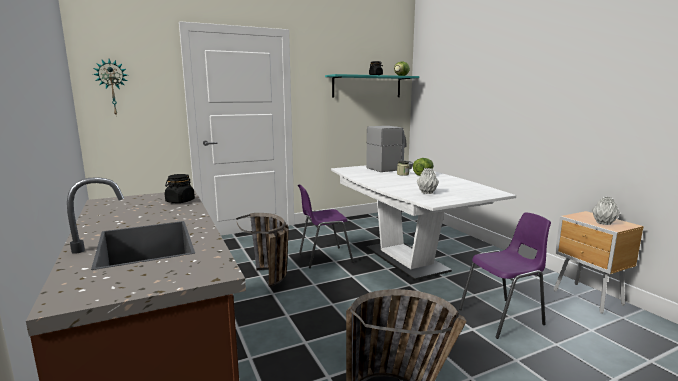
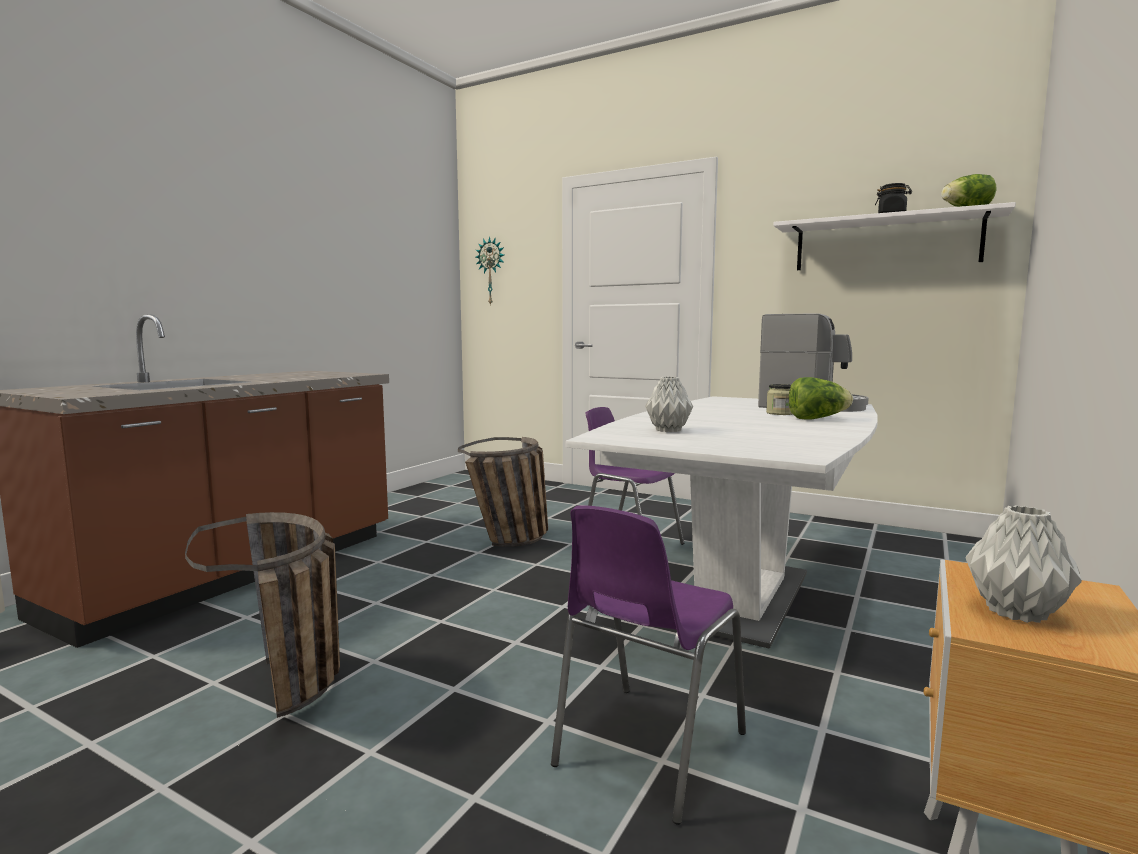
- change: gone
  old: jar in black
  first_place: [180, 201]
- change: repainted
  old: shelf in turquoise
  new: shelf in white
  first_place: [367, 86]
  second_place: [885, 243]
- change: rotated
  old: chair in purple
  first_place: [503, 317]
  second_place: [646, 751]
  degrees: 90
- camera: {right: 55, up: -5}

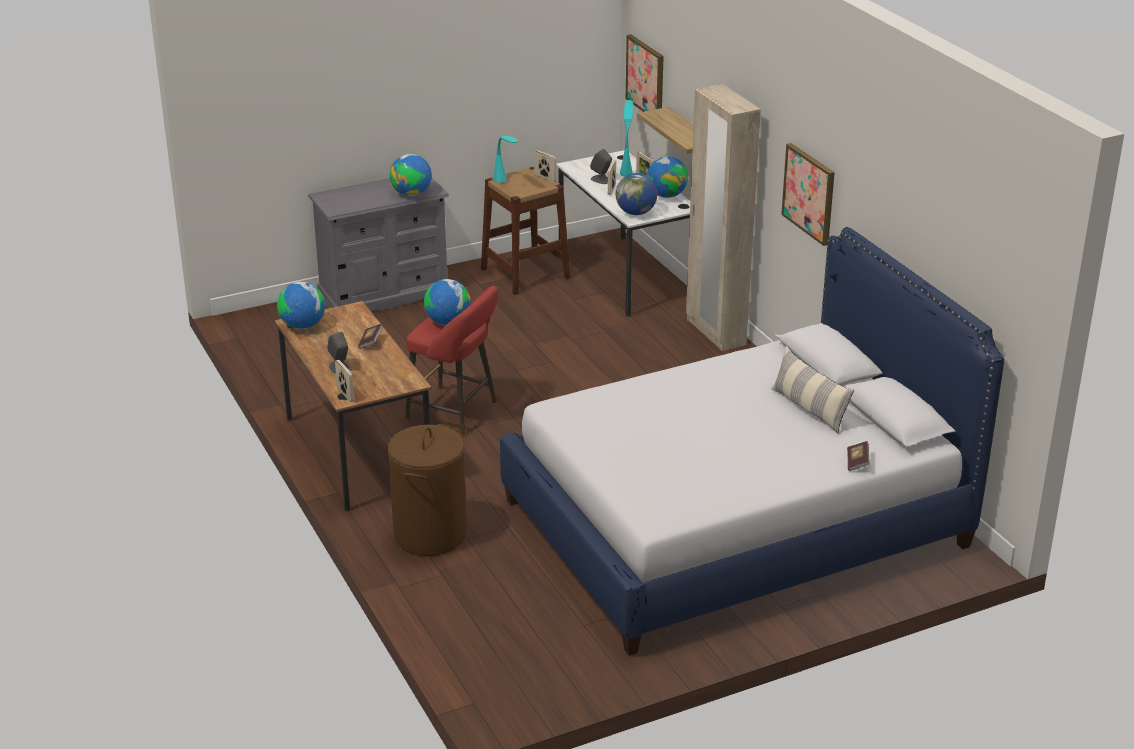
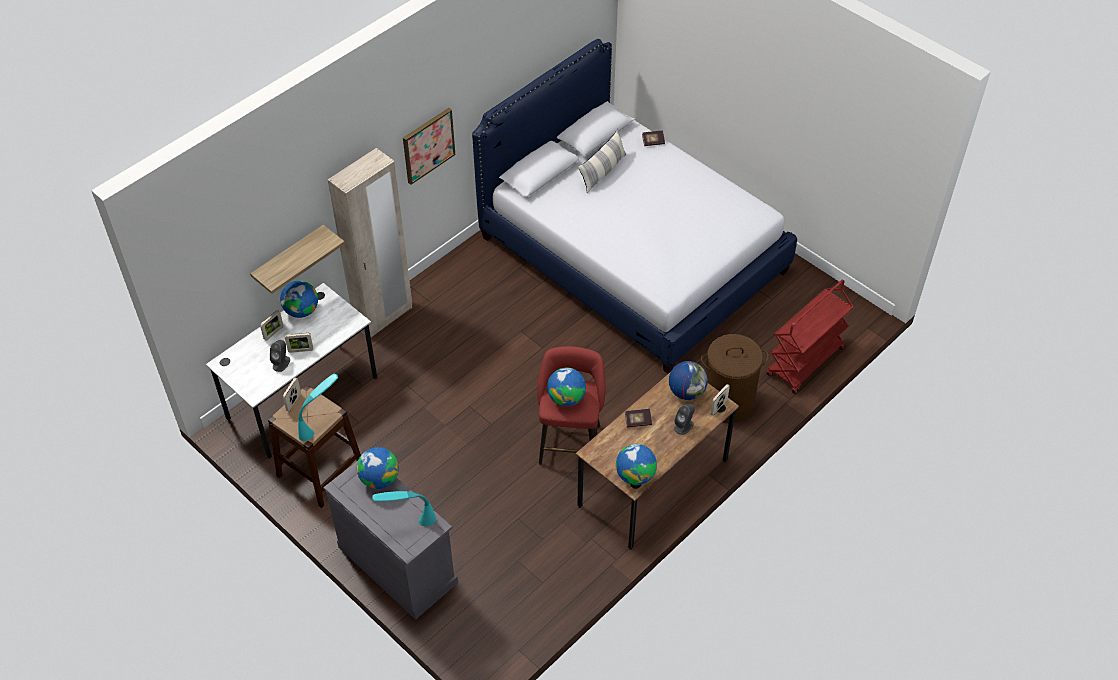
- change: shifted
  old: globe
  first_place: [636, 213]
  second_place: [686, 392]
- change: shifted
  old: table lamp in turquoise
  first_place: [627, 165]
  second_place: [407, 525]
- change: gone
  old: picture
  first_place: [646, 77]
- change: new
  new: cart in red
  second_place: [805, 362]
- camera: {right: -110, up: 20}

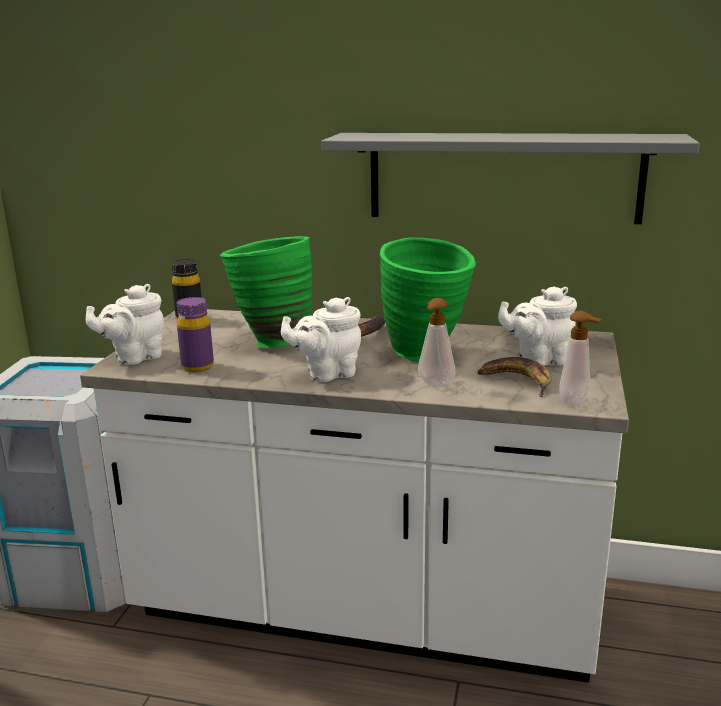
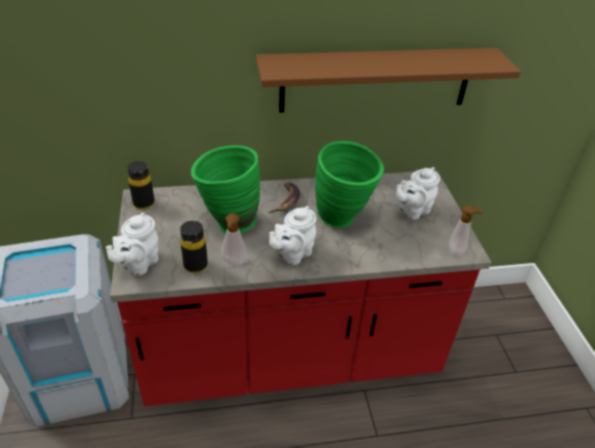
- change: repainted
  old: counter in white
  new: counter in red
  first_place: [365, 610]
  second_place: [290, 356]
- change: repainted
  old: bottle in purple
  new: bottle in black
  first_place: [197, 366]
  second_place: [195, 266]
- change: repainted
  old: shelf in grey
  new: shelf in brown
  first_place: [503, 177]
  second_place: [376, 80]
- change: shifted
  old: soap dispenser
  first_place: [434, 385]
  second_place: [233, 263]
- change: gone
  old: banana
  first_place: [517, 381]
- camera: {right: -25, up: 20}

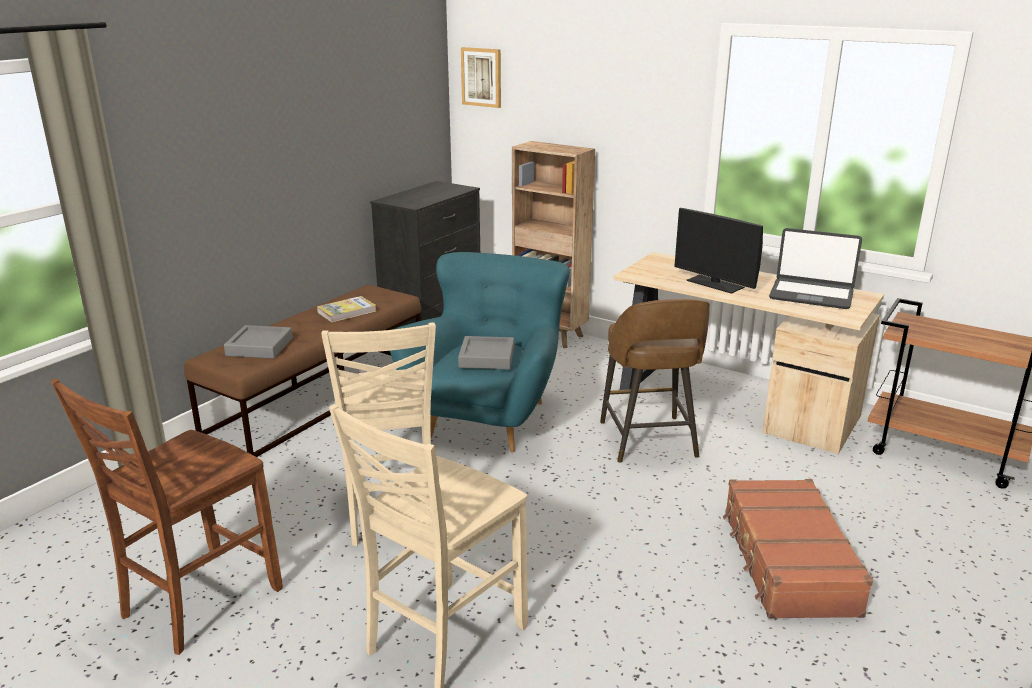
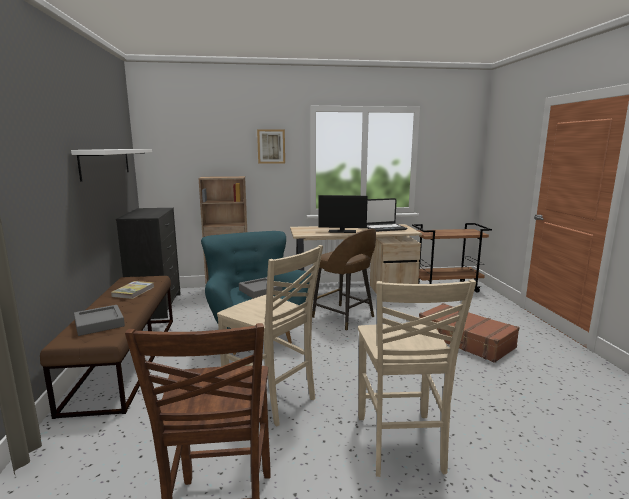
- change: shifted
  old: picture
  first_place: [482, 77]
  second_place: [271, 146]
- change: new
  new: shelf in white
  second_place: [106, 162]
- camera: {right: -40, up: -10}

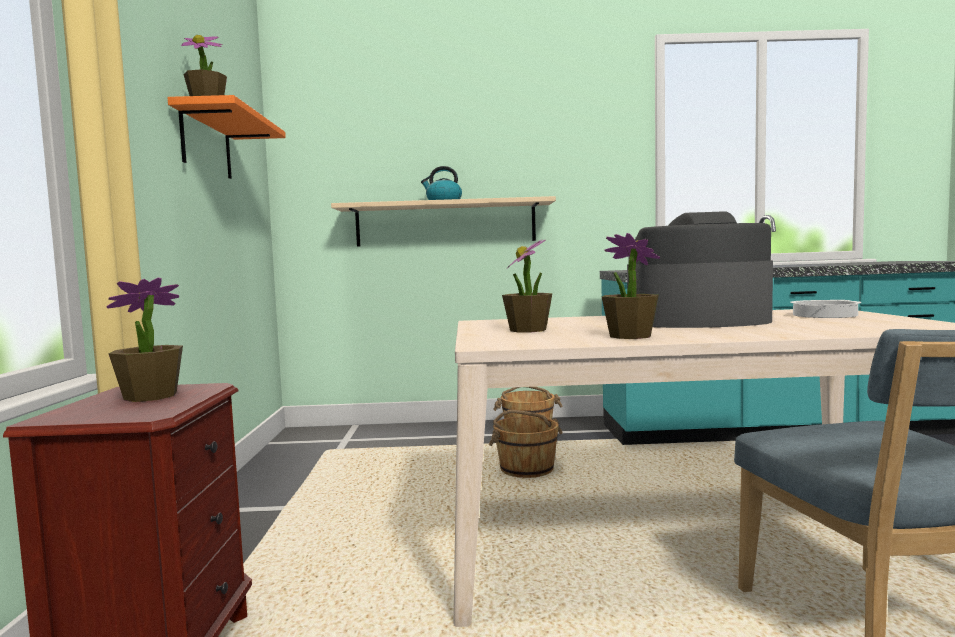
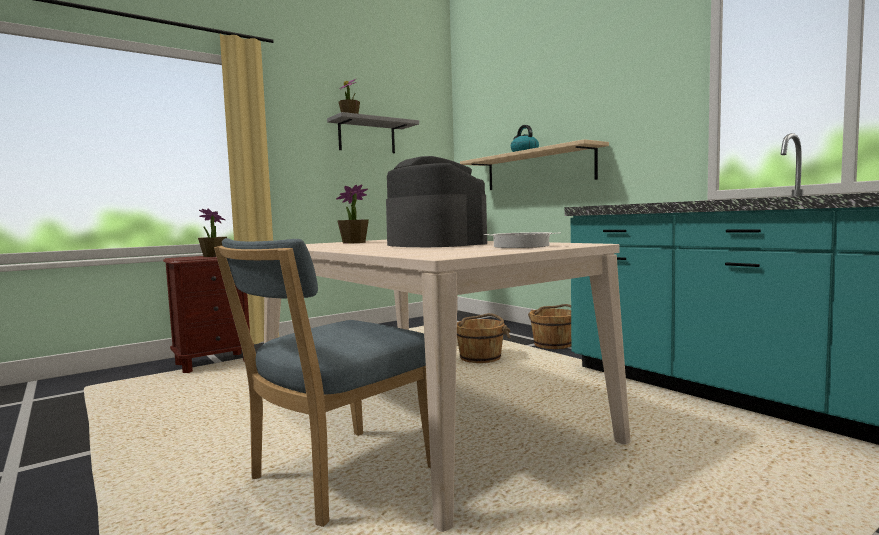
- change: repainted
  old: shelf in orange
  new: shelf in grey
  first_place: [206, 144]
  second_place: [367, 137]
- change: gone
  old: potted plant
  first_place: [630, 336]
- camera: {right: 55, up: 0}

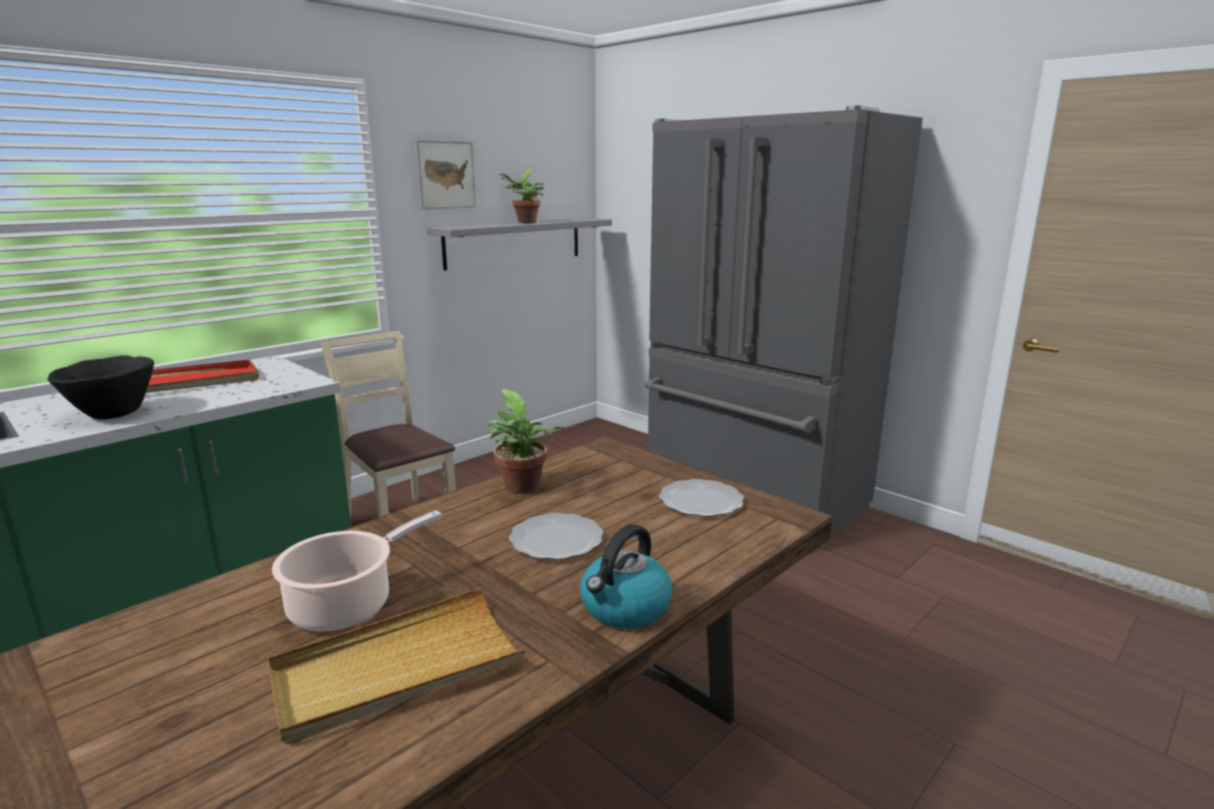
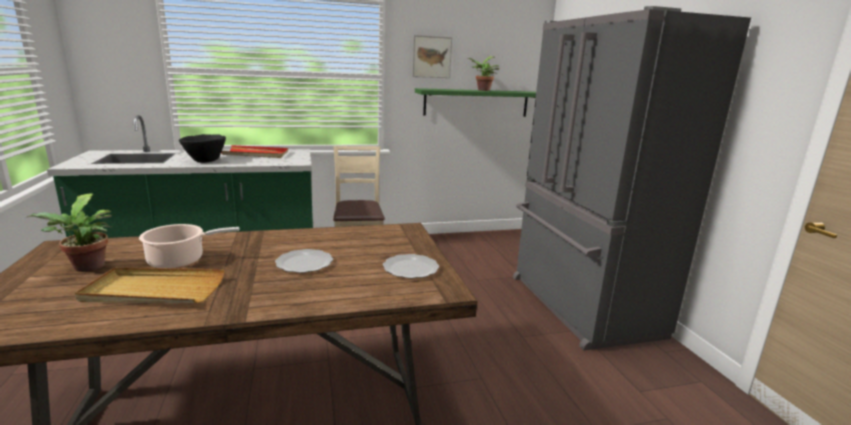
- change: repainted
  old: shelf in grey
  new: shelf in green
  first_place: [514, 242]
  second_place: [476, 103]
- change: shifted
  old: potted plant
  first_place: [523, 488]
  second_place: [86, 268]
- change: gone
  old: kettle
  first_place: [625, 608]
- camera: {right: 30, up: 0}

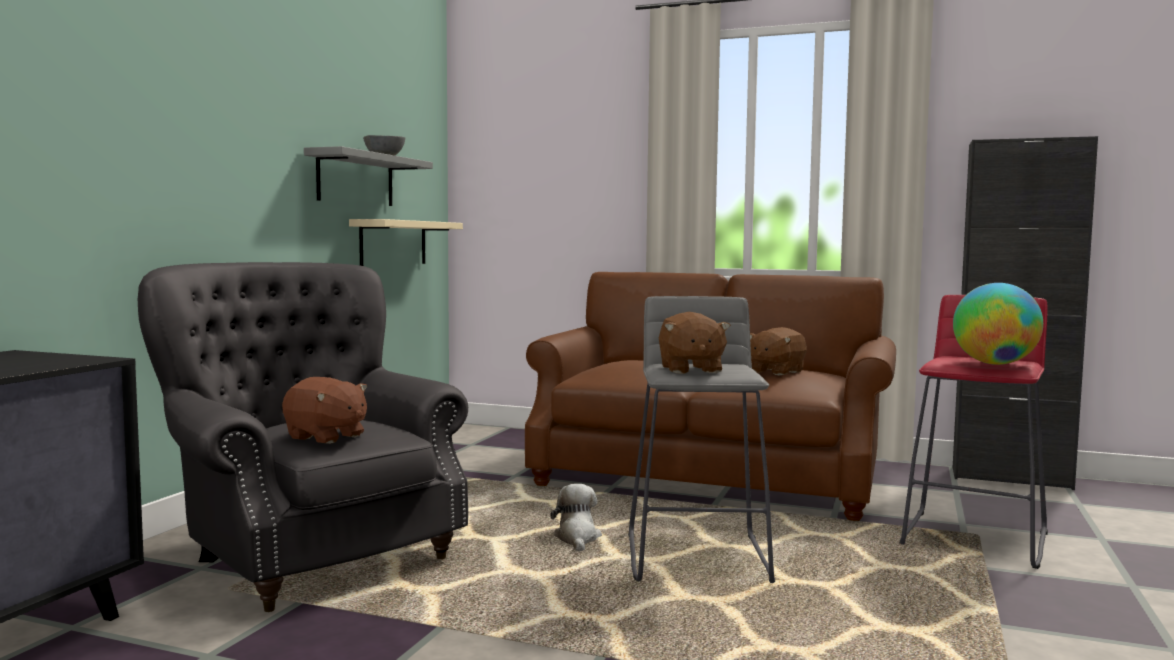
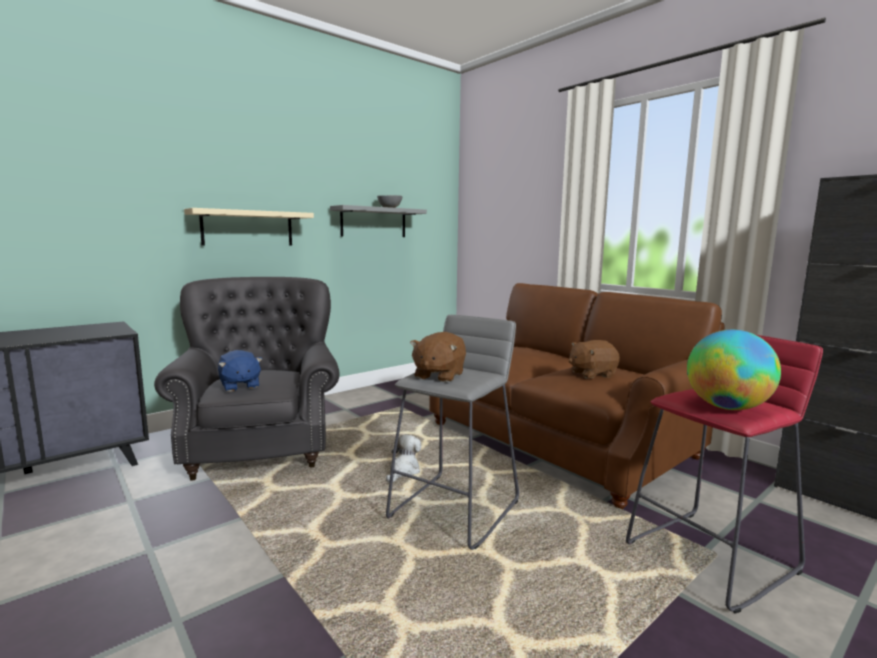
- change: repainted
  old: plush toy in brown
  new: plush toy in blue
  first_place: [326, 437]
  second_place: [239, 386]
- change: shifted
  old: shelf in beige
  first_place: [393, 243]
  second_place: [248, 228]
- camera: {right: 30, up: 5}

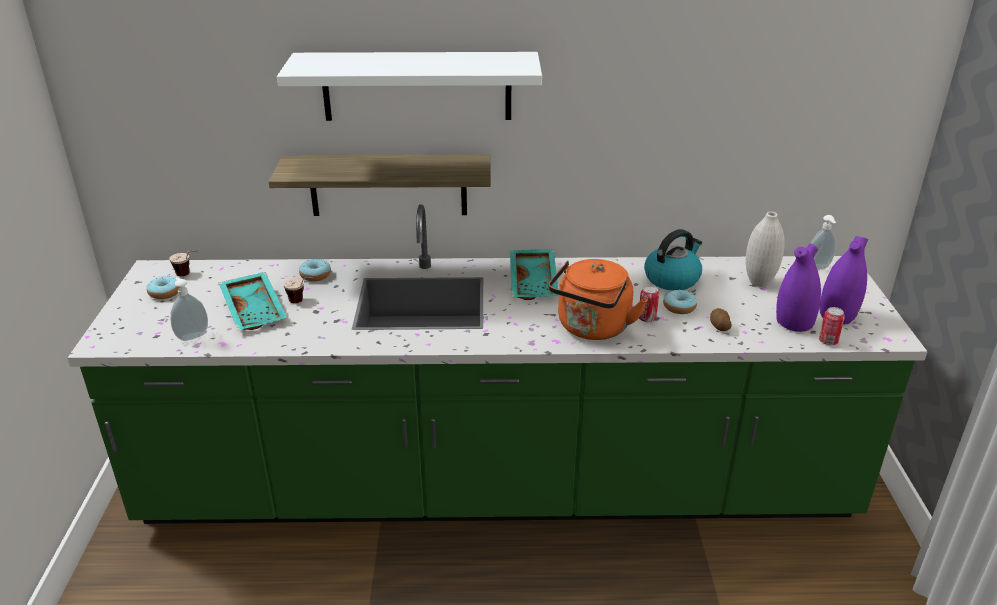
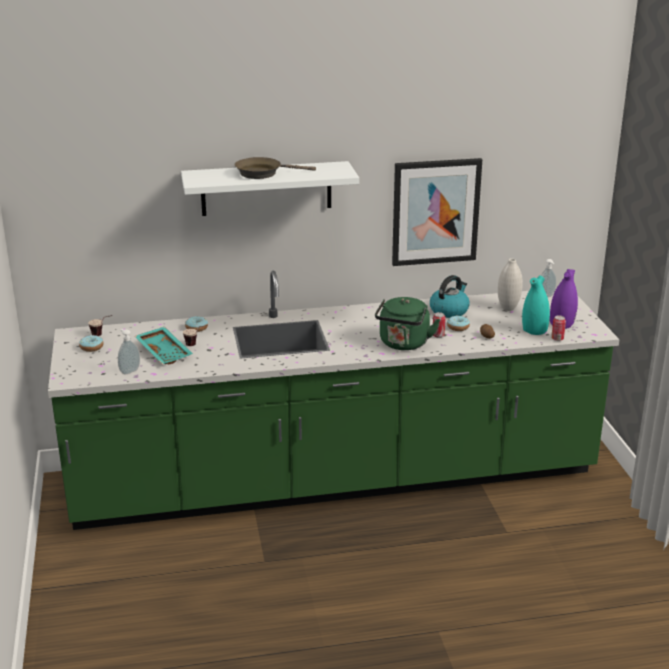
- change: gone
  old: shelf
  first_place: [388, 185]
- change: gone
  old: tray in turquoise
  first_place: [535, 282]
- change: repainted
  old: kettle in orange
  new: kettle in green
  first_place: [592, 329]
  second_place: [403, 344]
- change: repainted
  old: vase in purple
  new: vase in turquoise
  first_place: [793, 323]
  second_place: [534, 330]
- change: new
  new: frying pan in brown
  second_place: [262, 173]
- change: new
  new: picture
  second_place: [435, 212]
- camera: {right: -10, up: -5}

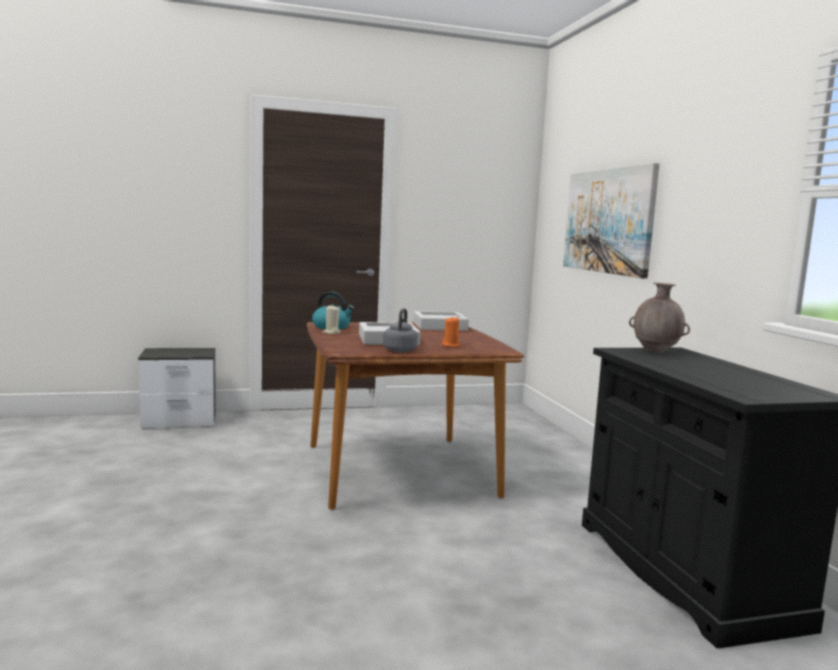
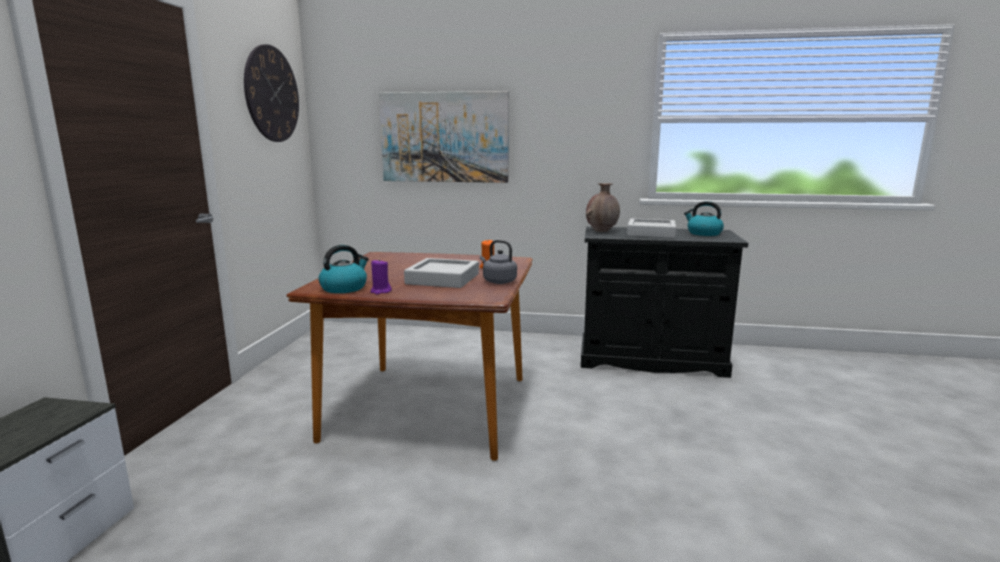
- change: repainted
  old: candle in beige
  new: candle in purple
  first_place: [331, 332]
  second_place: [380, 291]
- change: shifted
  old: tray in grey
  first_place: [439, 326]
  second_place: [651, 233]
- change: new
  new: wall clock
  second_place: [272, 94]
- change: new
  new: kettle
  second_place: [703, 233]
- camera: {right: -65, up: 5}

